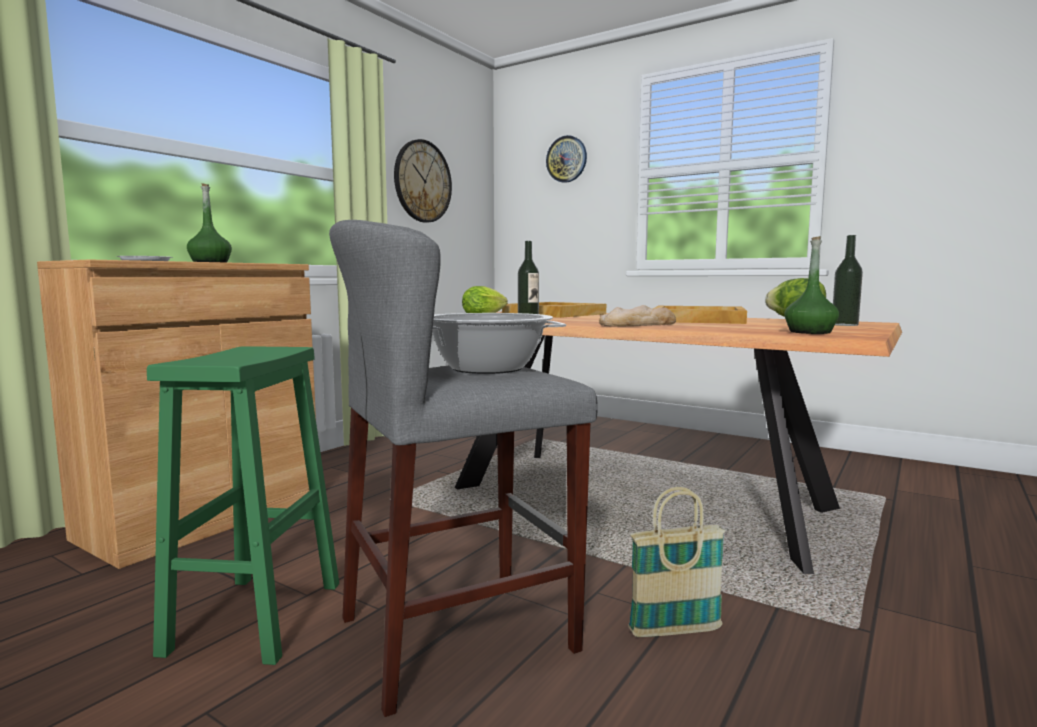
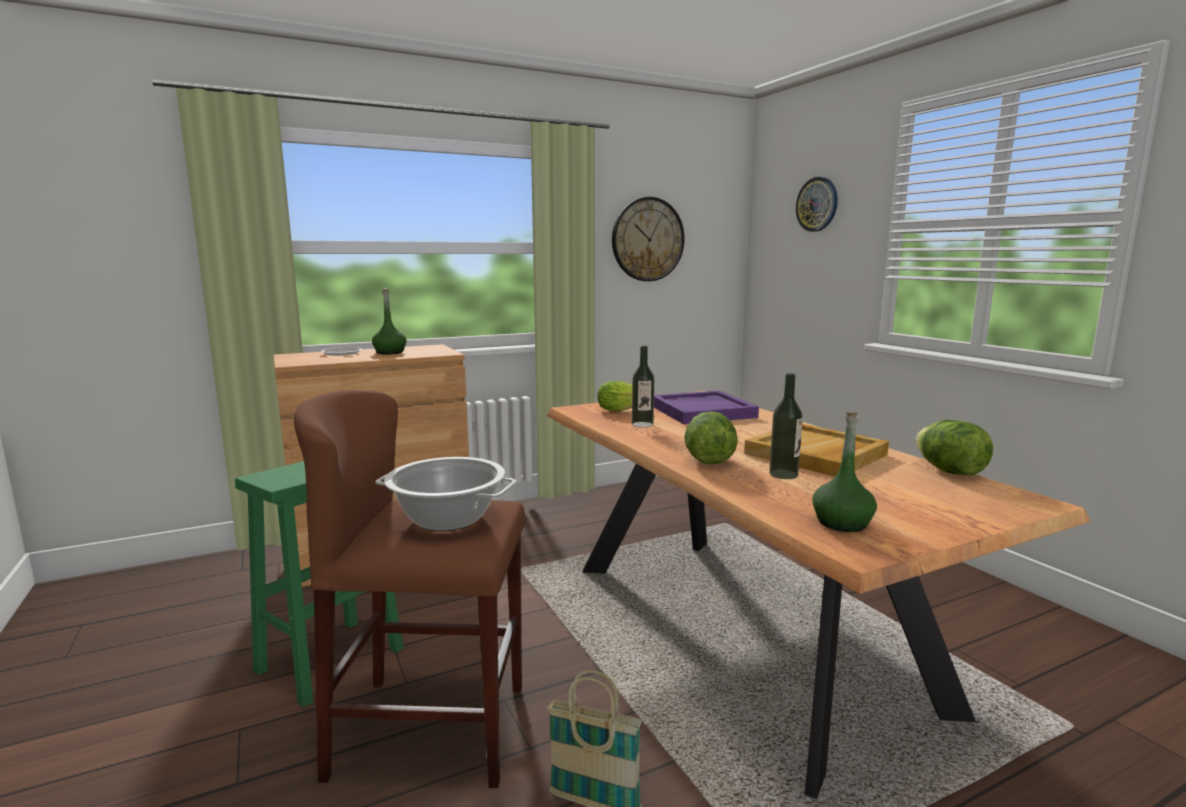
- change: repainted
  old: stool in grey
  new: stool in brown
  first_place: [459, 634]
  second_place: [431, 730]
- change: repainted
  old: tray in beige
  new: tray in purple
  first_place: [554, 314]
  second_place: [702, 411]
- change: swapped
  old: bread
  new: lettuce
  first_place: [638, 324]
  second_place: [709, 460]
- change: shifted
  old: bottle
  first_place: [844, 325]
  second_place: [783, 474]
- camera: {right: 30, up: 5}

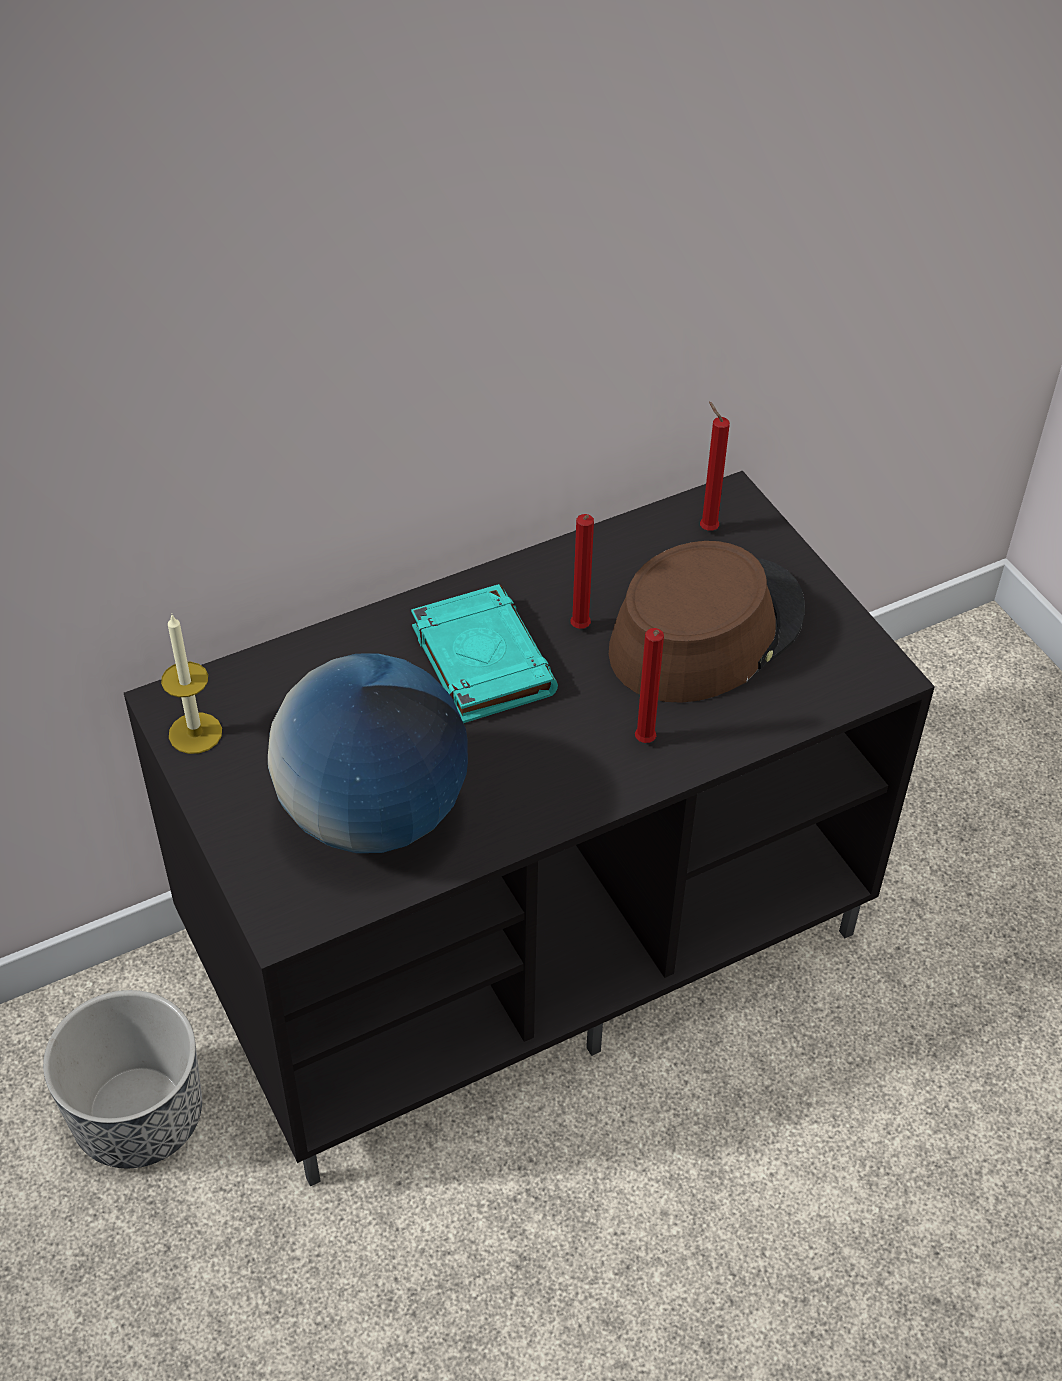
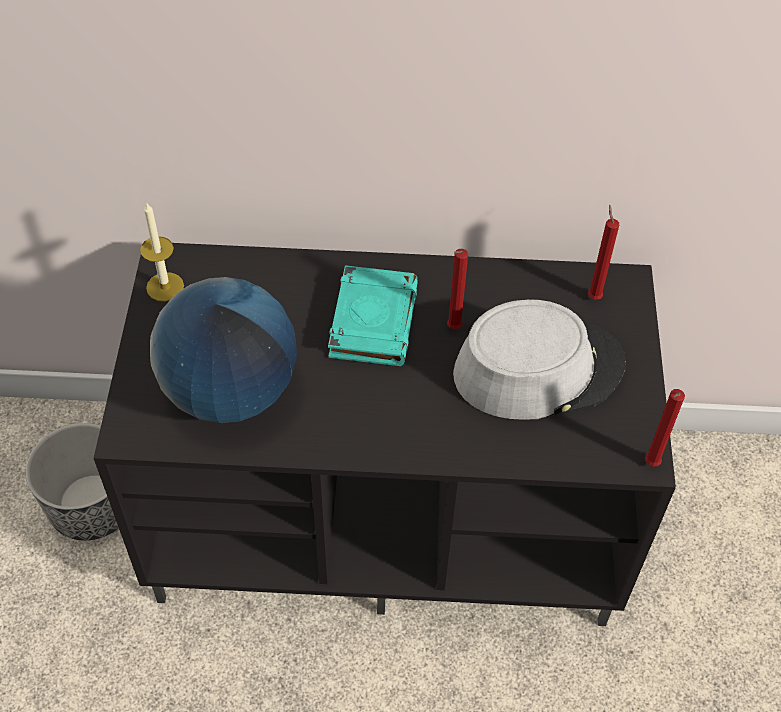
- change: repainted
  old: hat in brown
  new: hat in grey
  first_place: [705, 631]
  second_place: [538, 369]
- change: shifted
  old: candle in red
  first_place: [644, 743]
  second_place: [650, 465]
- camera: {right: 30, up: 5}

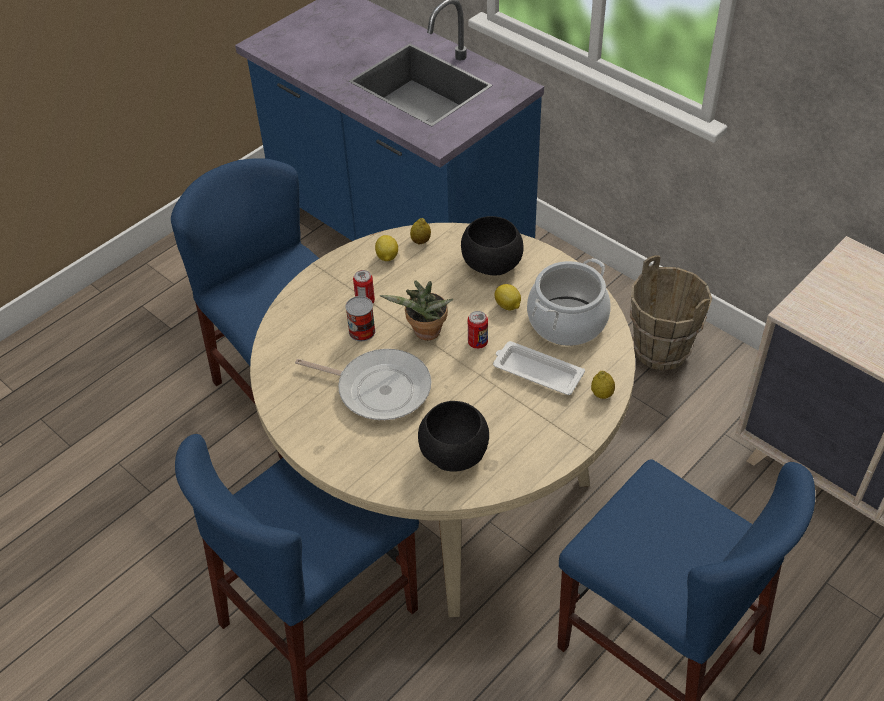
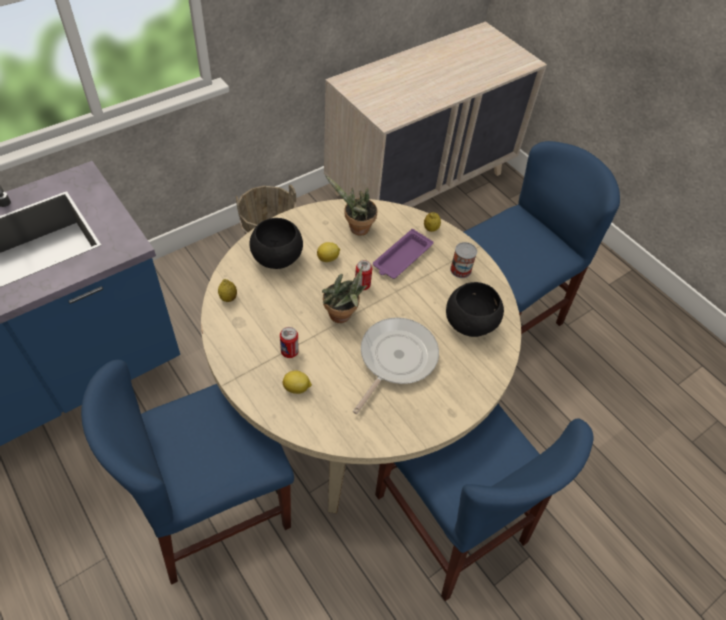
- change: shifted
  old: can
  first_place: [362, 331]
  second_place: [460, 270]
- change: shifted
  old: lemon
  first_place: [387, 257]
  second_place: [297, 388]
- change: repainted
  old: tray in white
  new: tray in purple
  first_place: [536, 372]
  second_place: [401, 258]
- change: swapped
  old: cooking pot
  new: potted plant
  first_place: [567, 321]
  second_place: [356, 229]
- camera: {right: -85, up: 5}

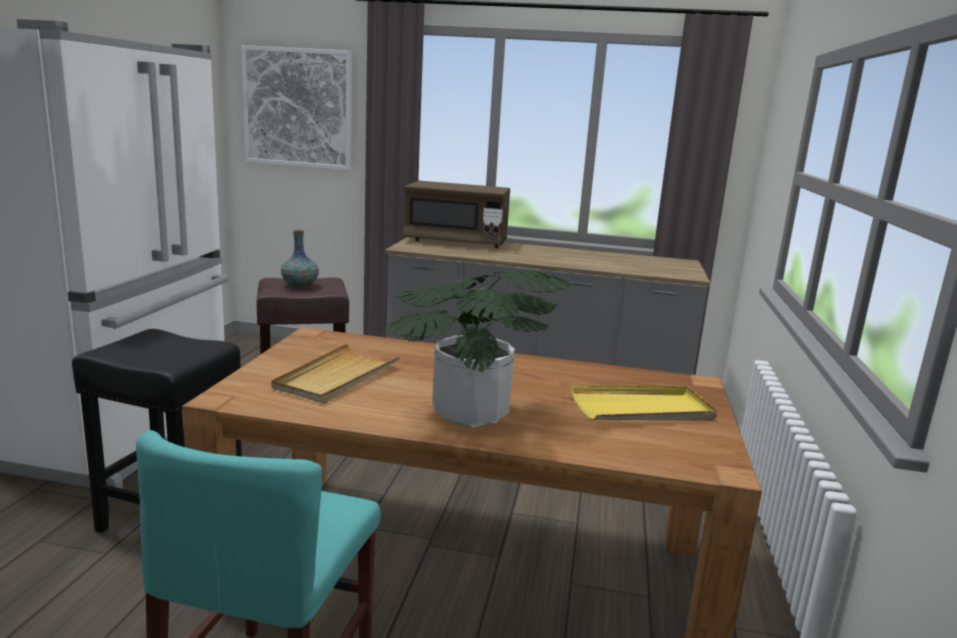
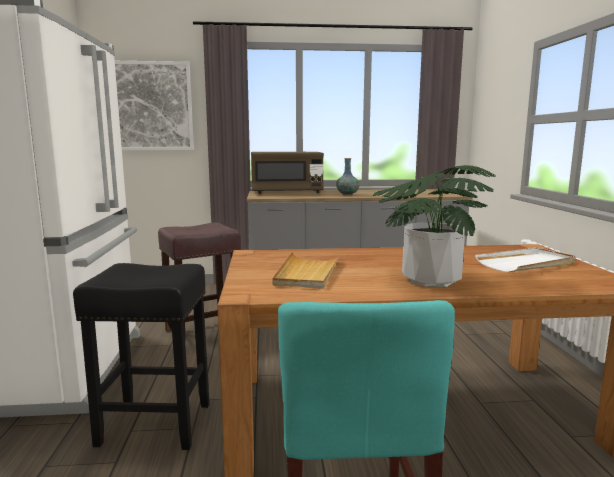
- change: shifted
  old: vase
  first_place: [300, 286]
  second_place: [347, 194]
- change: repainted
  old: tray in yellow
  new: tray in white
  first_place: [642, 409]
  second_place: [526, 263]
- camera: {right: -15, up: -5}

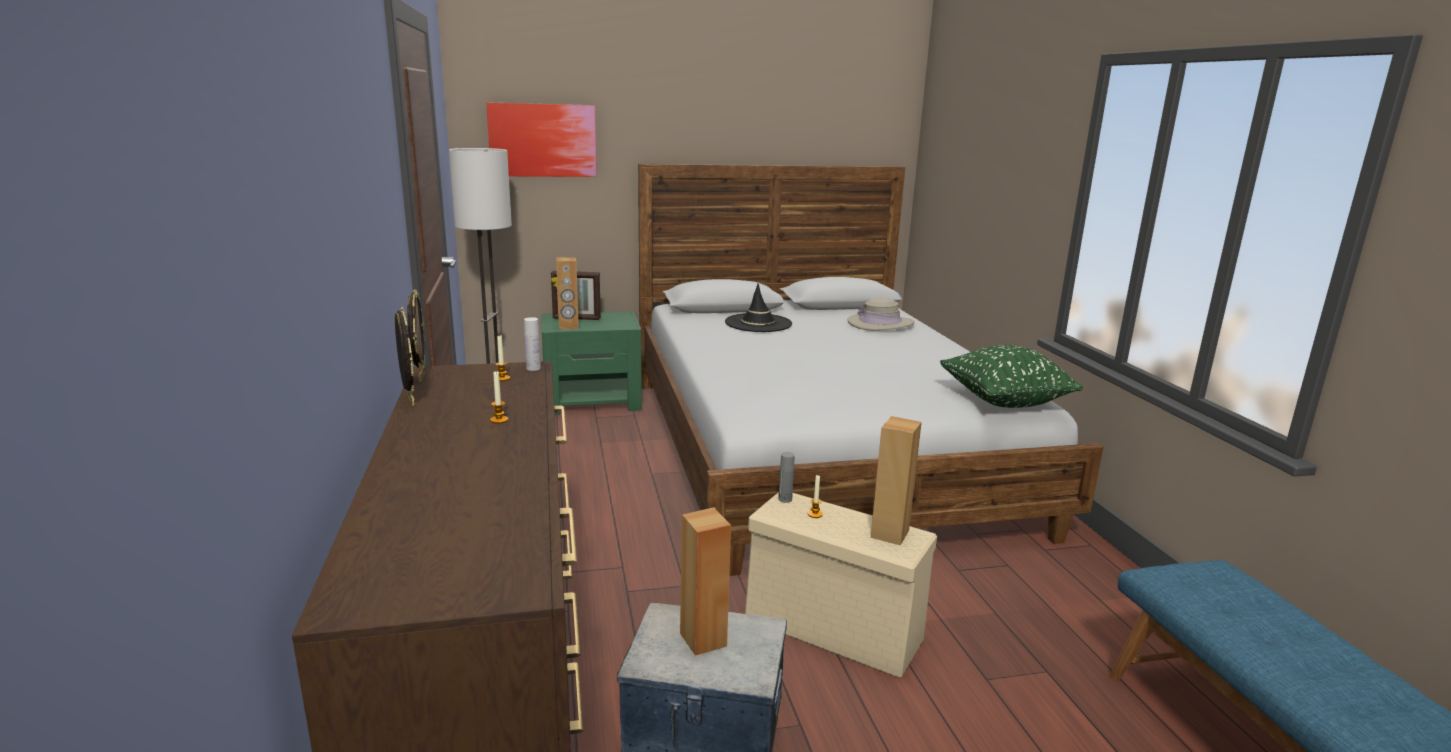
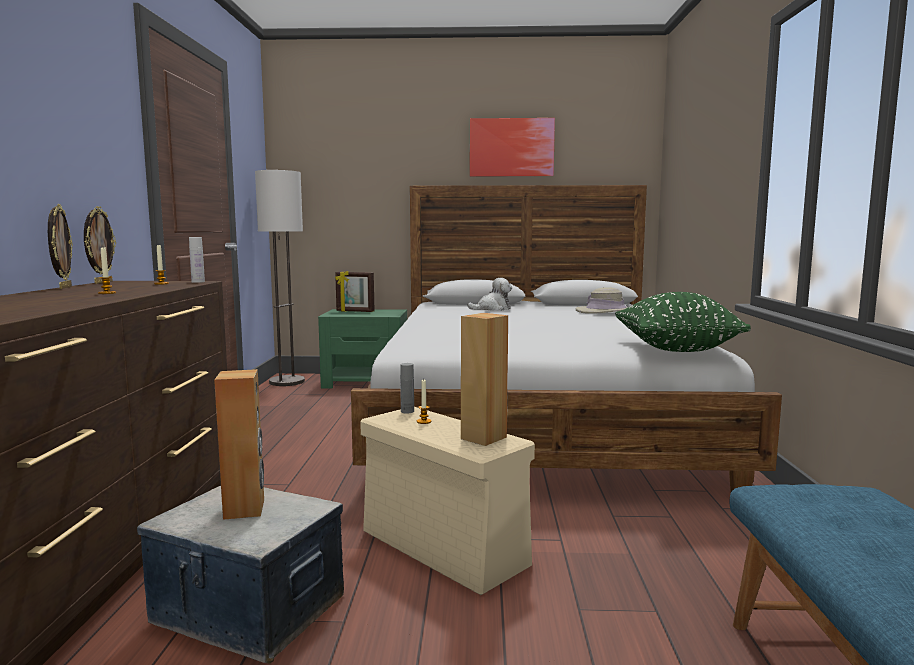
- change: shifted
  old: picture
  first_place: [542, 140]
  second_place: [511, 147]
- change: gone
  old: speaker in brown
  first_place: [568, 327]
- change: swapped
  old: hat in black
  new: plush toy
  first_place: [758, 323]
  second_place: [492, 309]
- camera: {right: 15, up: -10}

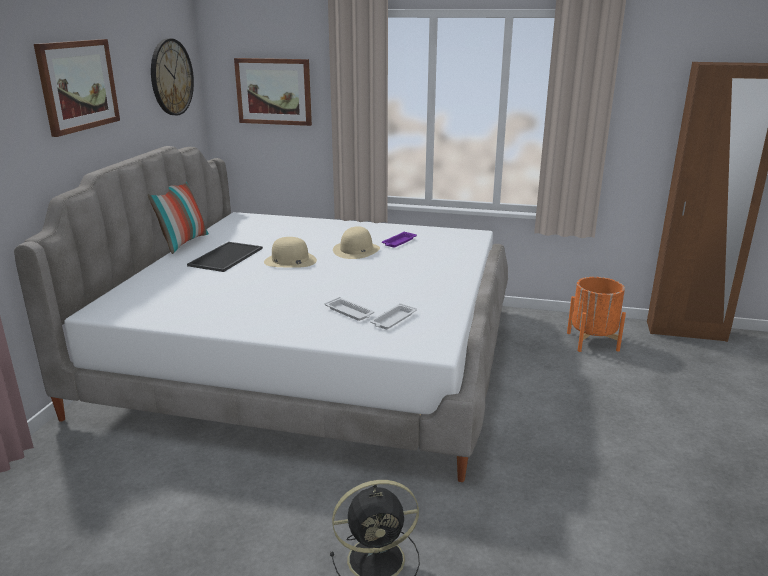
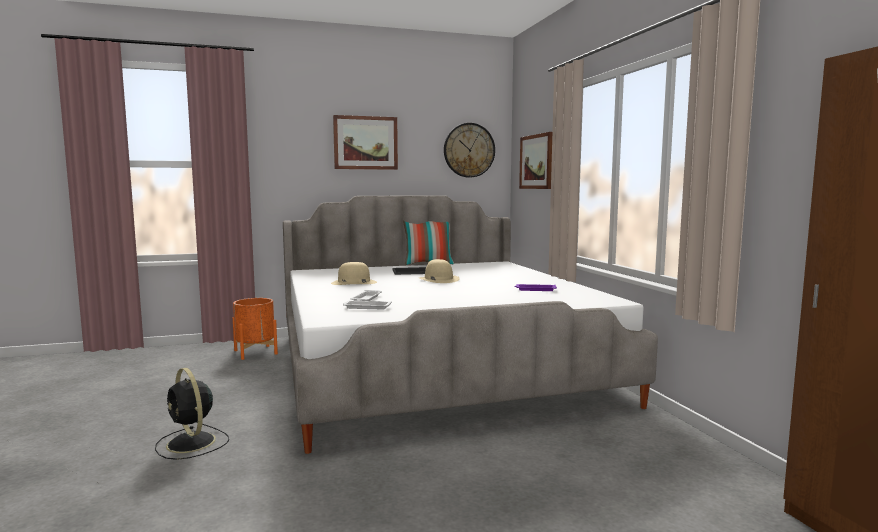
- change: shifted
  old: hat in beige
  first_place: [356, 250]
  second_place: [353, 282]
- change: shifted
  old: planter in orange
  first_place: [592, 341]
  second_place: [255, 352]
- camera: {right: 60, up: -15}

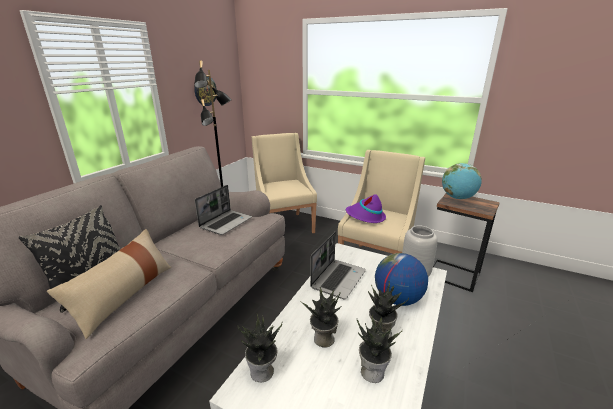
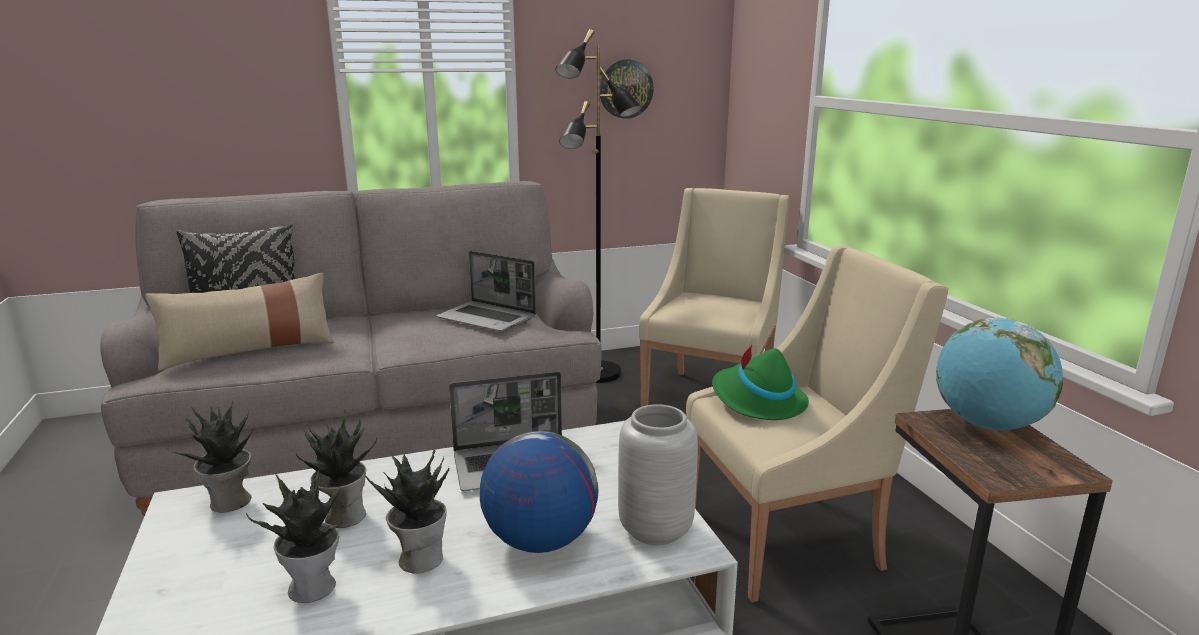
- change: rotated
  old: laptop
  first_place: [226, 223]
  second_place: [488, 318]
  degrees: 45
- change: repainted
  old: hat in purple
  new: hat in green
  first_place: [365, 217]
  second_place: [757, 401]
- camera: {right: 45, up: -5}

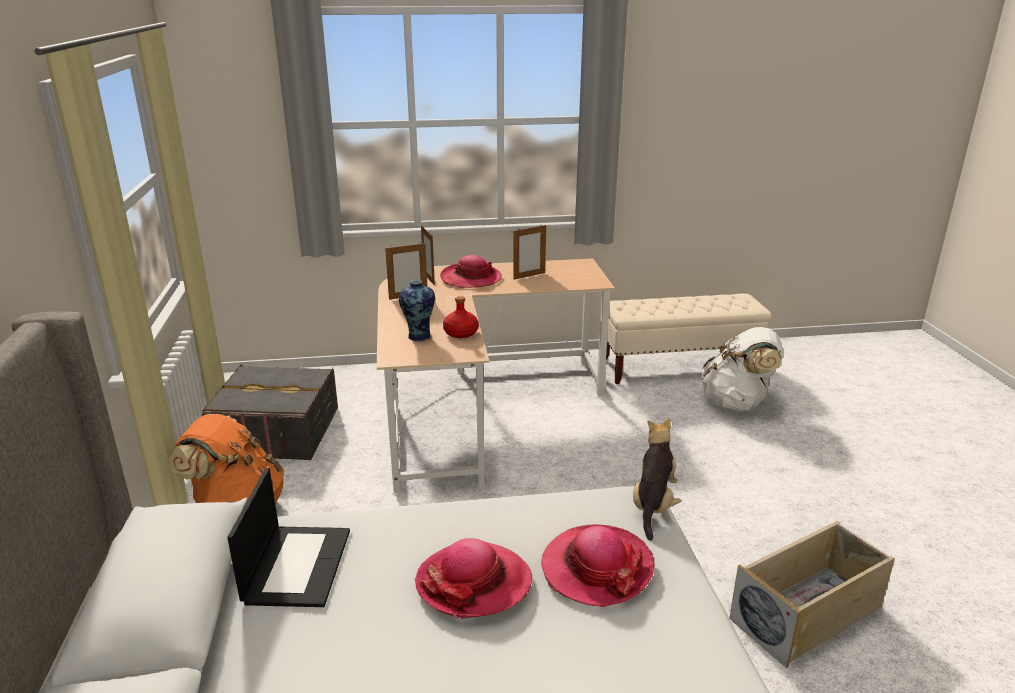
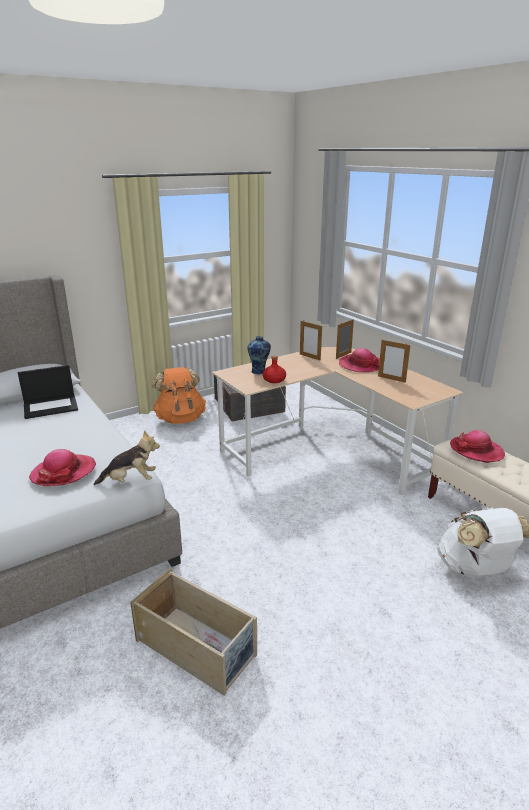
- change: shifted
  old: hat
  first_place: [473, 583]
  second_place: [476, 451]
- camera: {right: 65, up: 0}

